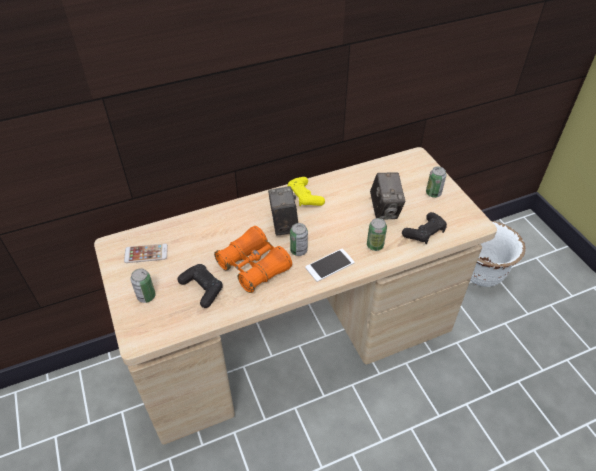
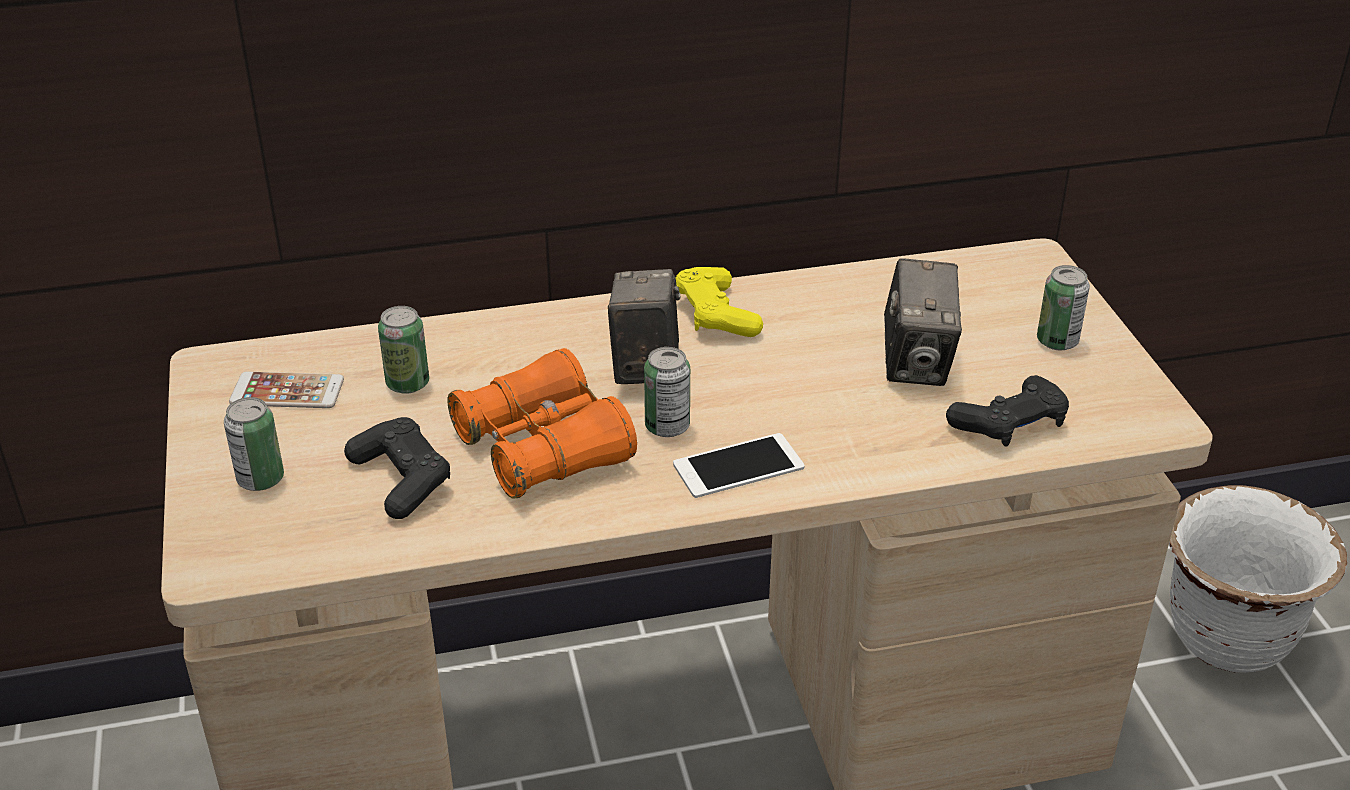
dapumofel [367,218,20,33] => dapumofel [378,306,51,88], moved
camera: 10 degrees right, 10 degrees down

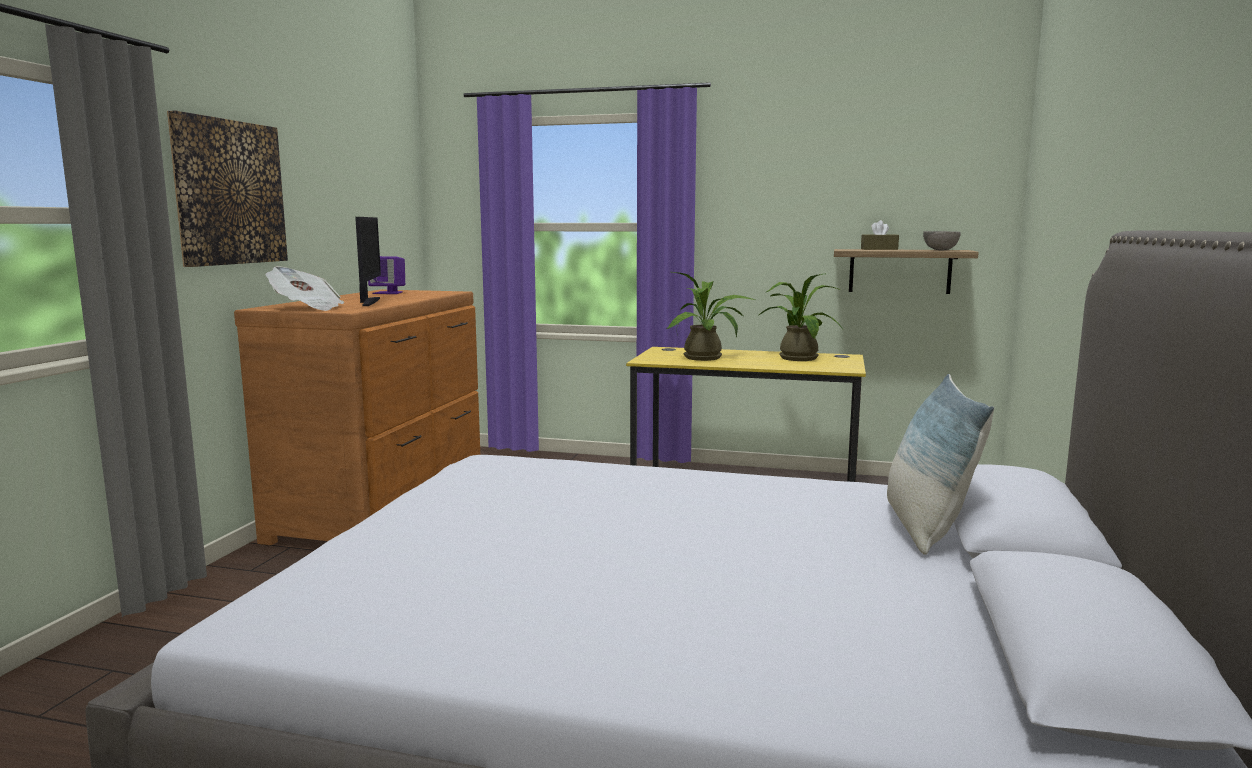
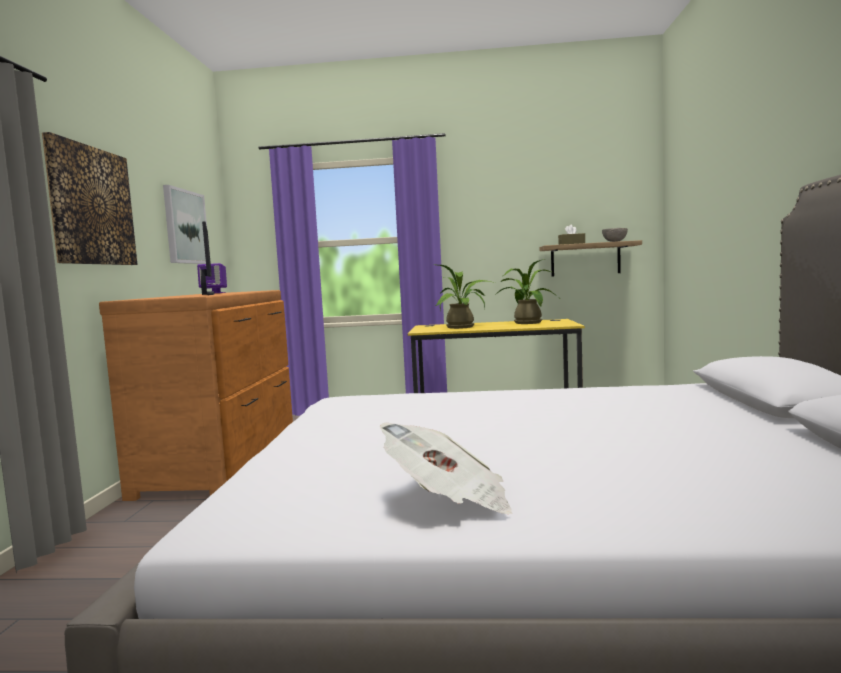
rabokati [265,266,80,45] => rabokati [380,423,132,91], moved
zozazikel [887,374,107,181] => nothing
nothing => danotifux [163,185,44,79]
camera: 10 degrees left, 5 degrees down

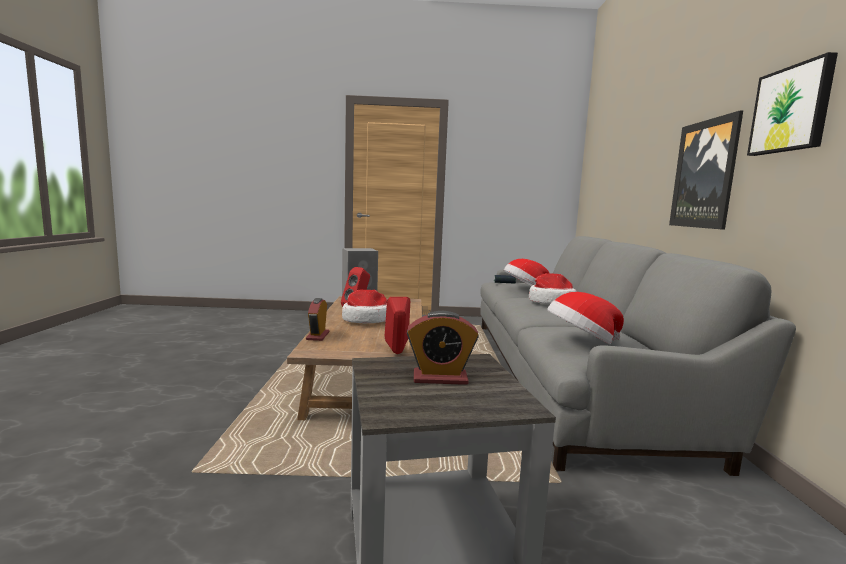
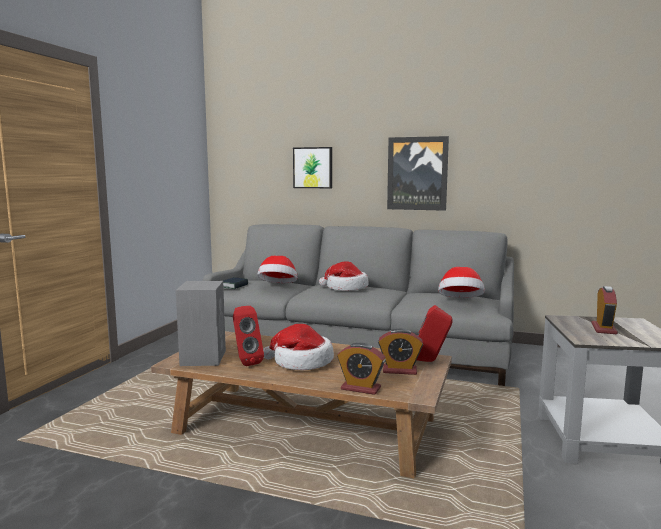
danotifux [747,52,91,104] => danotifux [293,147,39,41], moved
nothing => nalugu [378,329,45,46]
camera: 70 degrees left, 0 degrees up

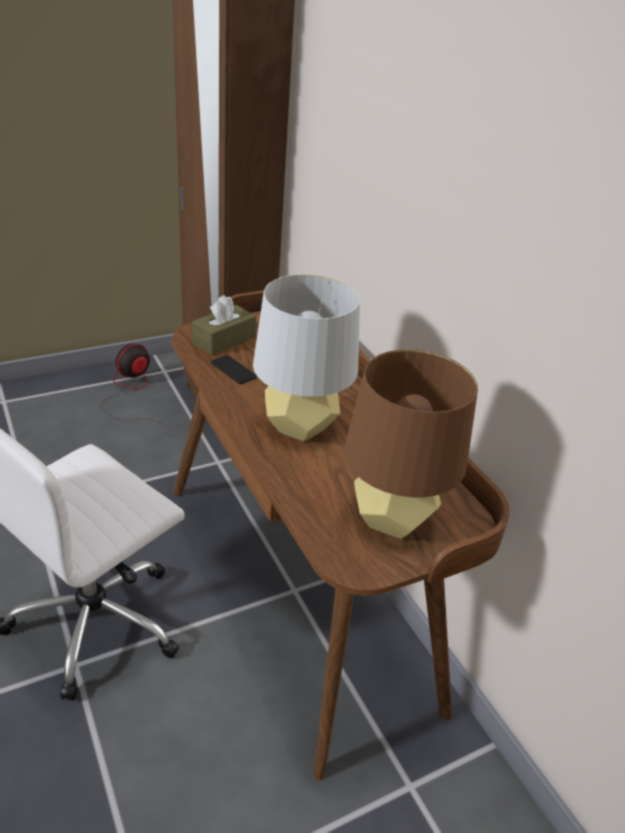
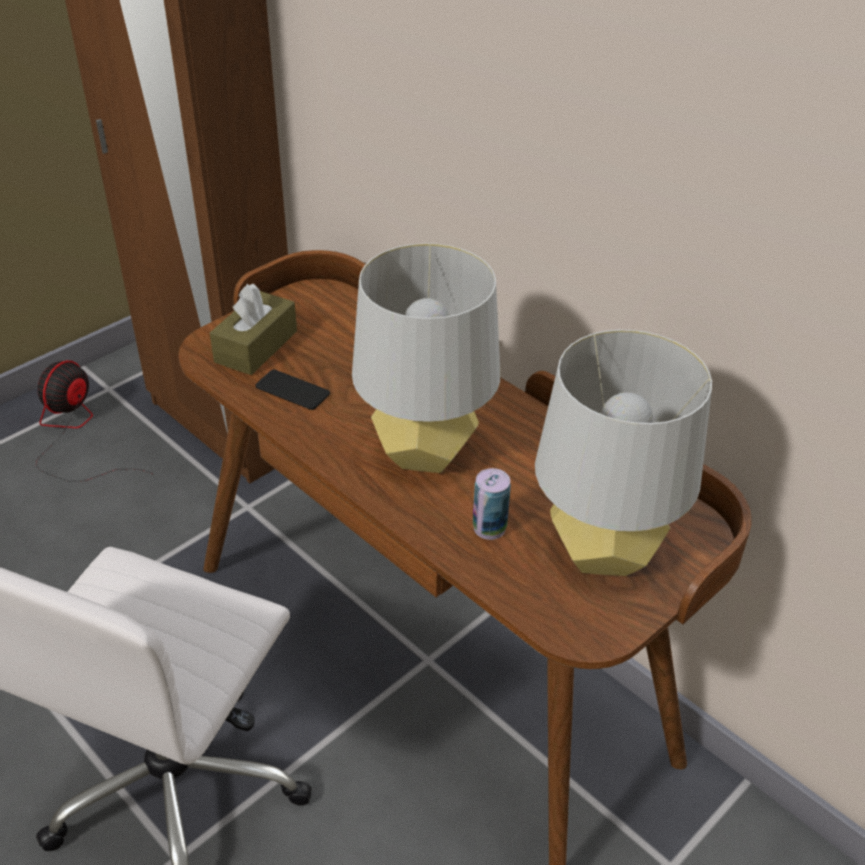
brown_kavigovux [344,349,134,190] => grey_kavigovux [535,330,177,246]
nothing => dapumofel [473,468,38,72]
camera: 15 degrees left, 5 degrees up

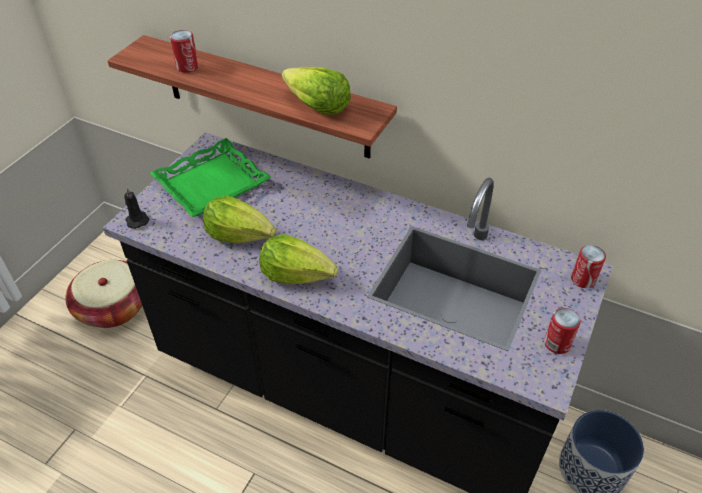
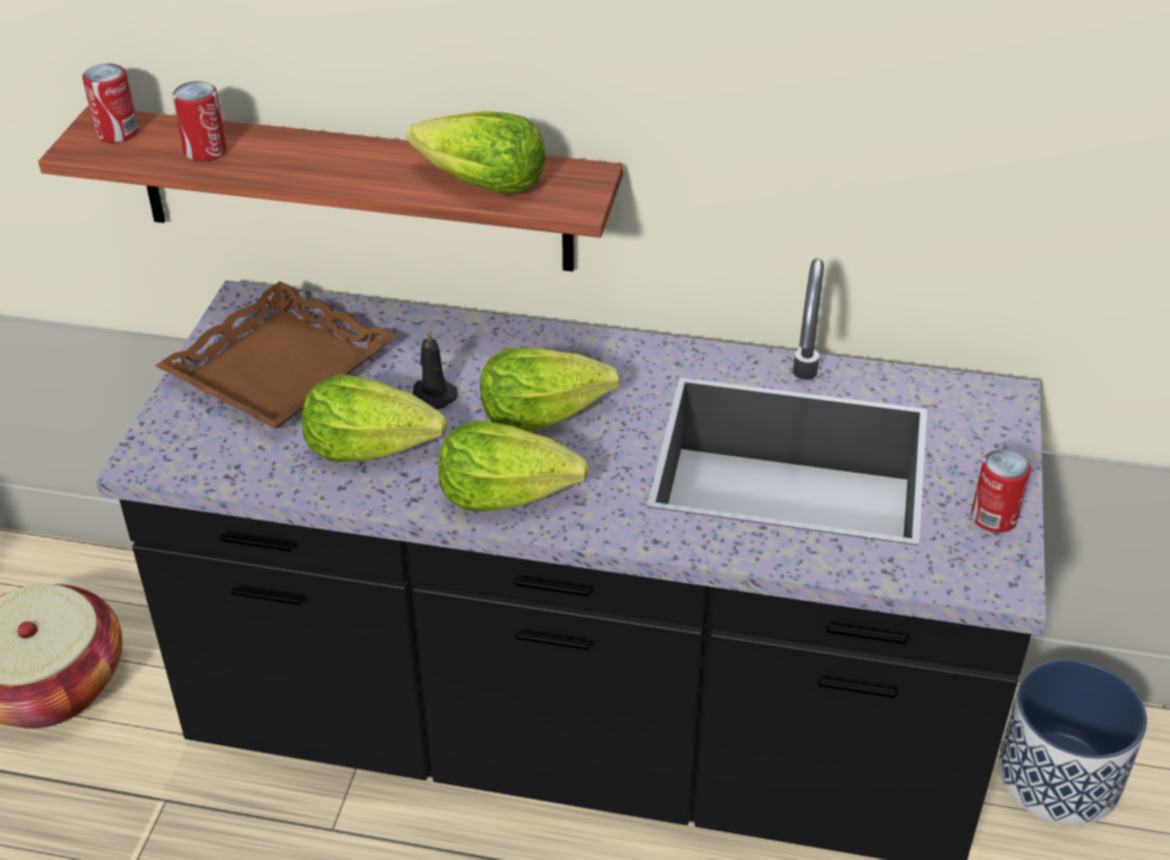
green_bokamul [150,138,121,79] => brown_bokamul [155,281,241,147]
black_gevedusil [124,188,25,41] => black_gevedusil [413,330,45,79], moved
dapumofel [571,245,35,43] => dapumofel [82,64,56,79], moved
nothing => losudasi [480,348,140,84]
camera: 15 degrees left, 5 degrees down

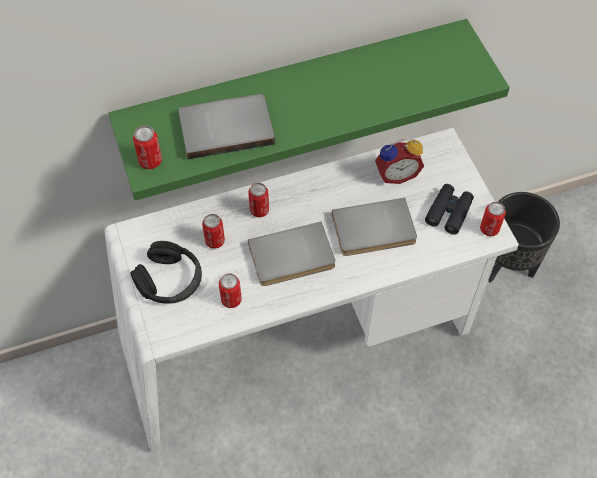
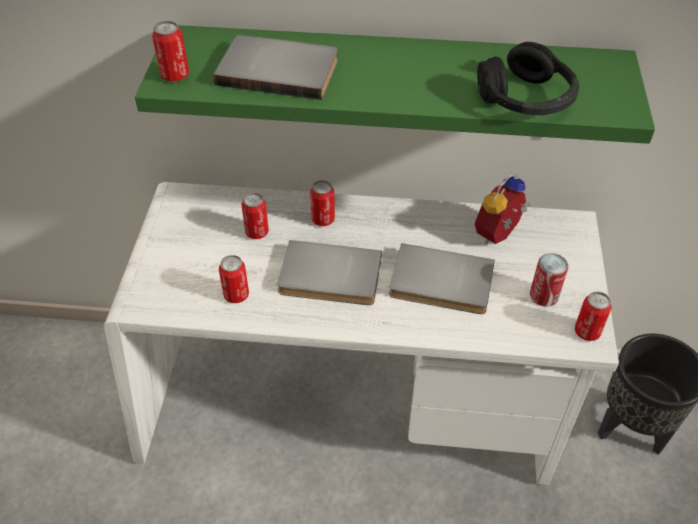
nalugu [375,139,49,45] => nalugu [475,173,55,71], 120 degrees clockwise
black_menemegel [425,184,49,51] => dapumofel [530,253,38,53]
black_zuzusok [130,241,72,63] => black_zuzusok [477,42,102,73], moved
camera: 25 degrees right, 10 degrees down

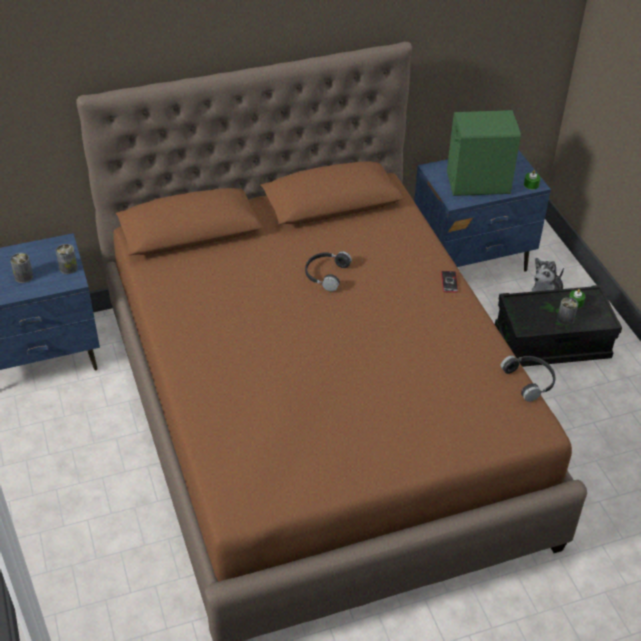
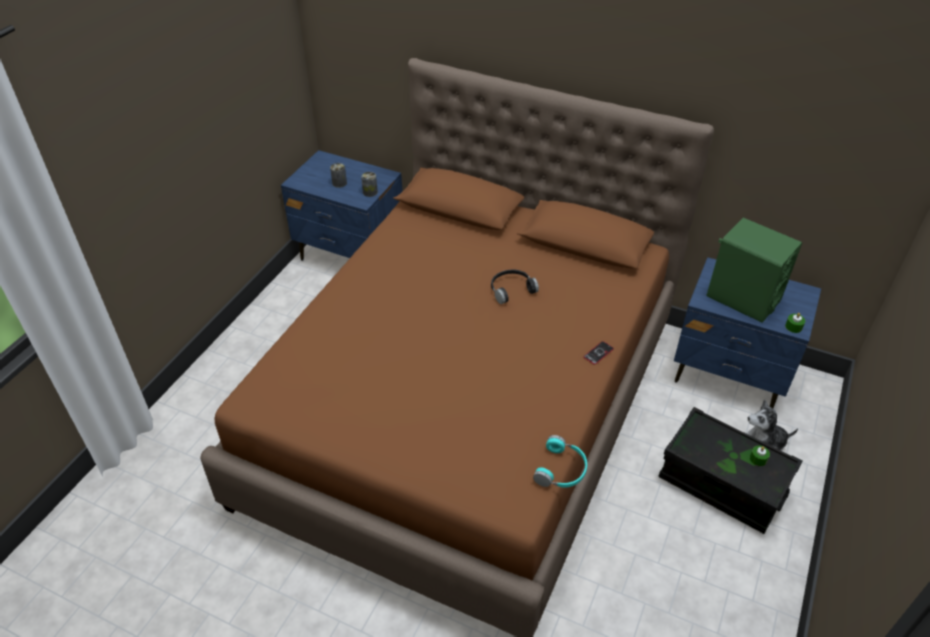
dapumofel [557,297,21,29] => nothing
black_zuzusok [501,355,55,47] => turquoise_zuzusok [533,435,54,53]
camera: 45 degrees right, 0 degrees up

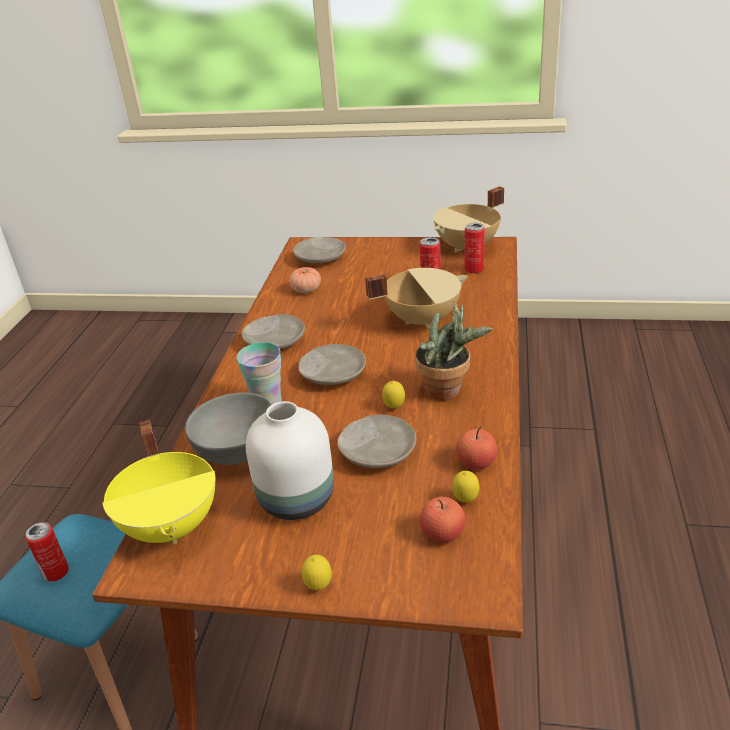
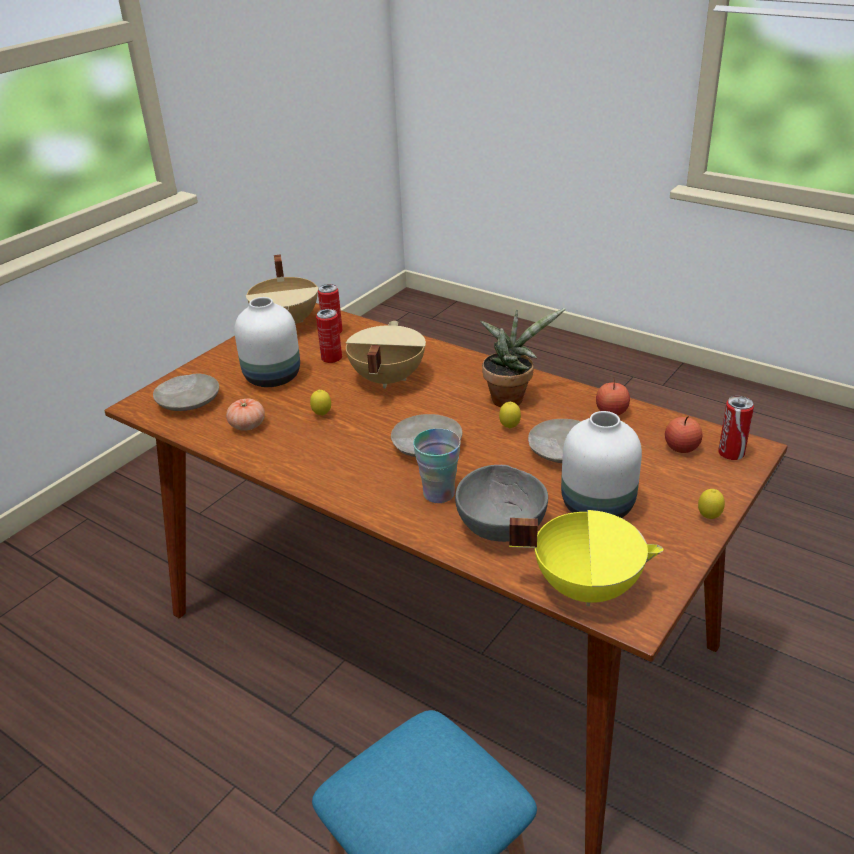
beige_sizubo [242,314,63,35] => nothing
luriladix [452,471,28,32] => luriladix [310,390,21,26], moved
dapumofel [25,522,44,59] => dapumofel [718,396,36,64], moved
nothing => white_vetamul [234,297,66,90]
camera: 65 degrees left, 0 degrees up

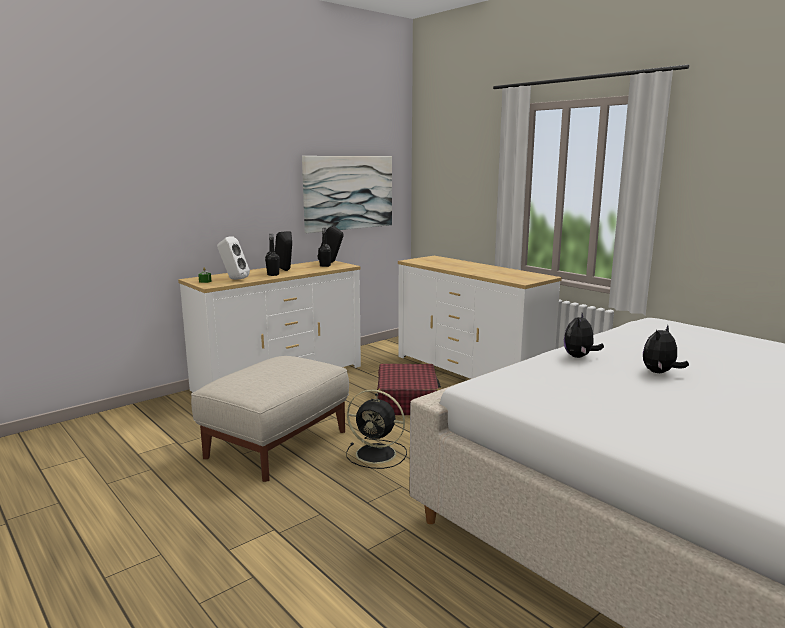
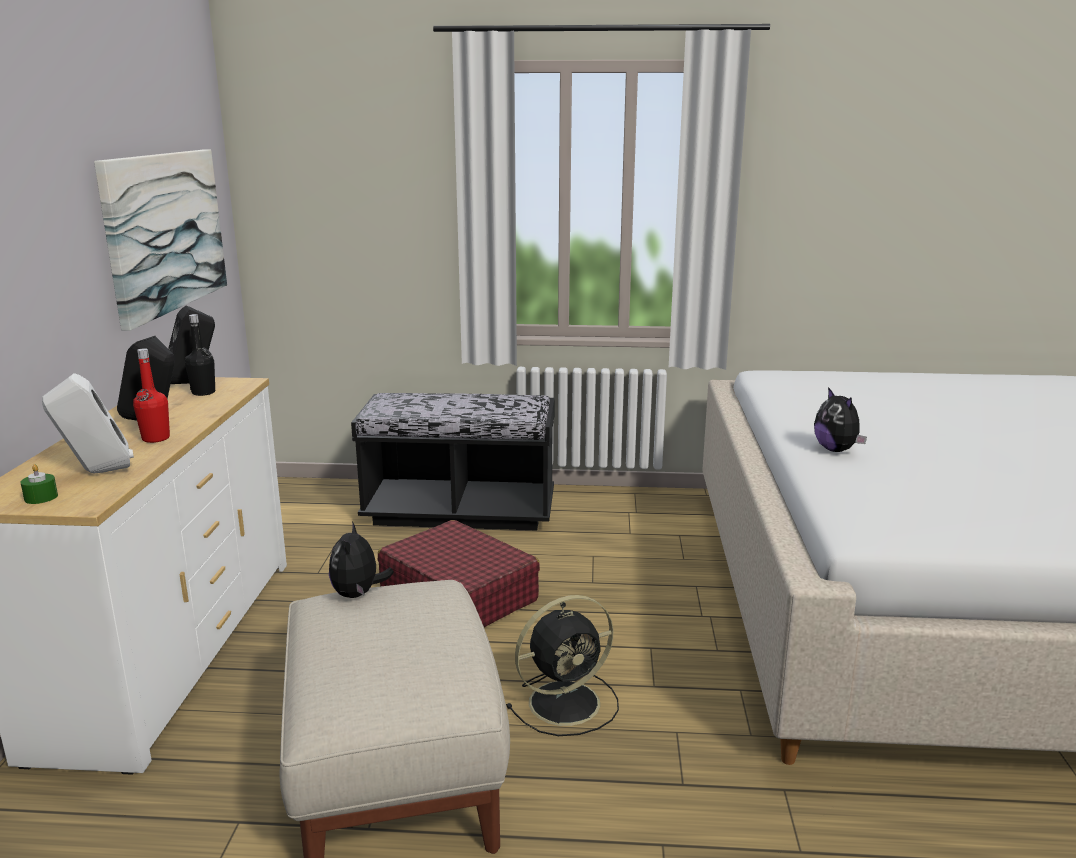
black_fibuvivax [265,234,15,42] => red_fibuvivax [133,348,37,95]
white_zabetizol [398,256,164,123] => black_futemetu [351,393,204,137]
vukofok [643,325,46,48] => vukofok [329,521,65,77], moved
camera: 45 degrees left, 5 degrees up

